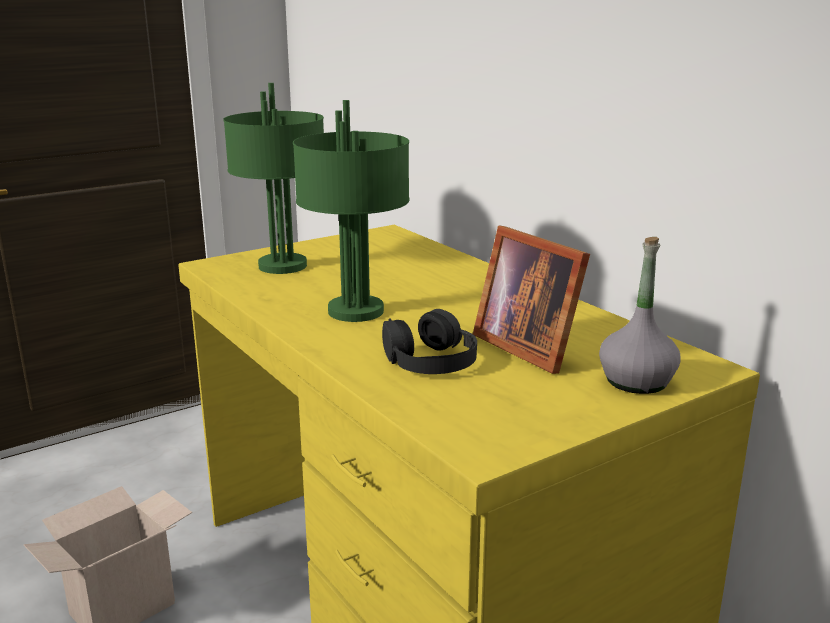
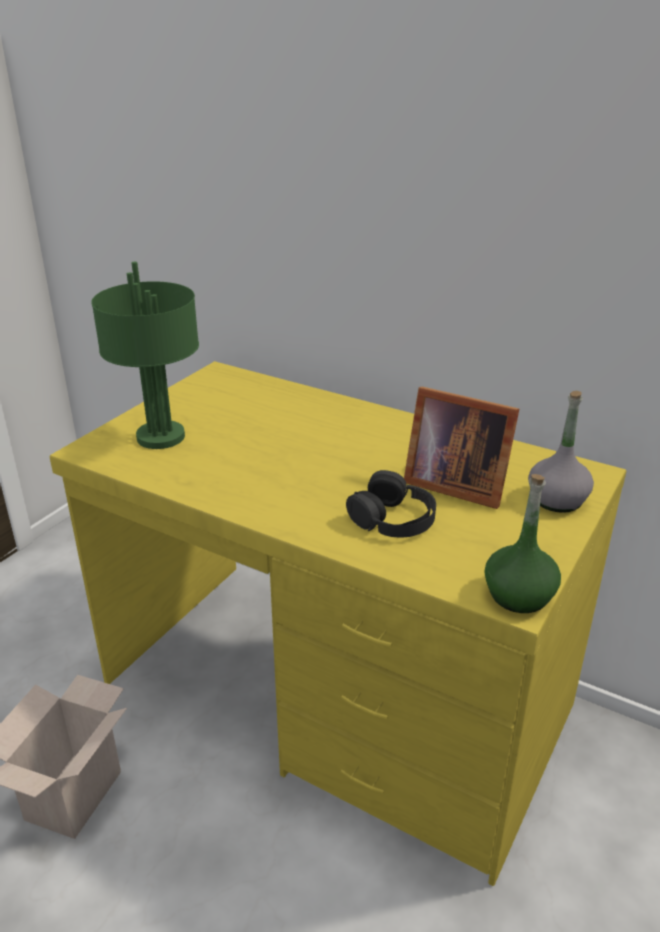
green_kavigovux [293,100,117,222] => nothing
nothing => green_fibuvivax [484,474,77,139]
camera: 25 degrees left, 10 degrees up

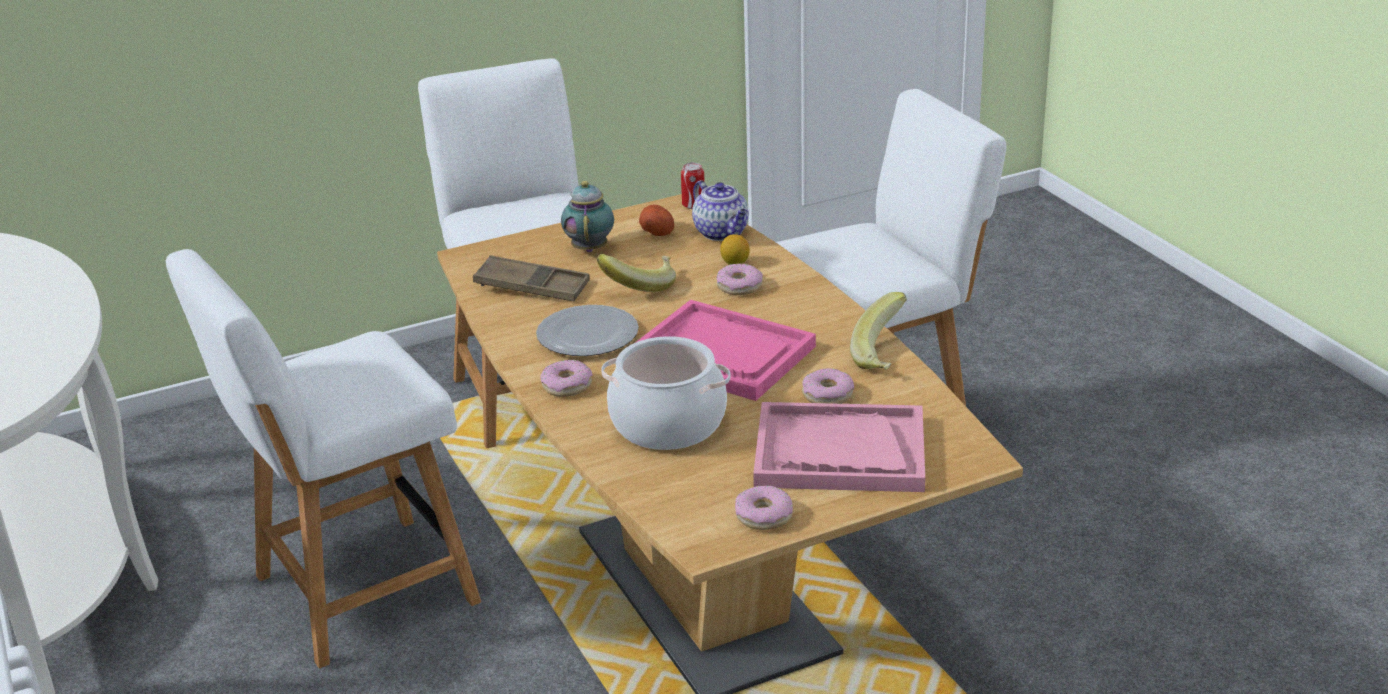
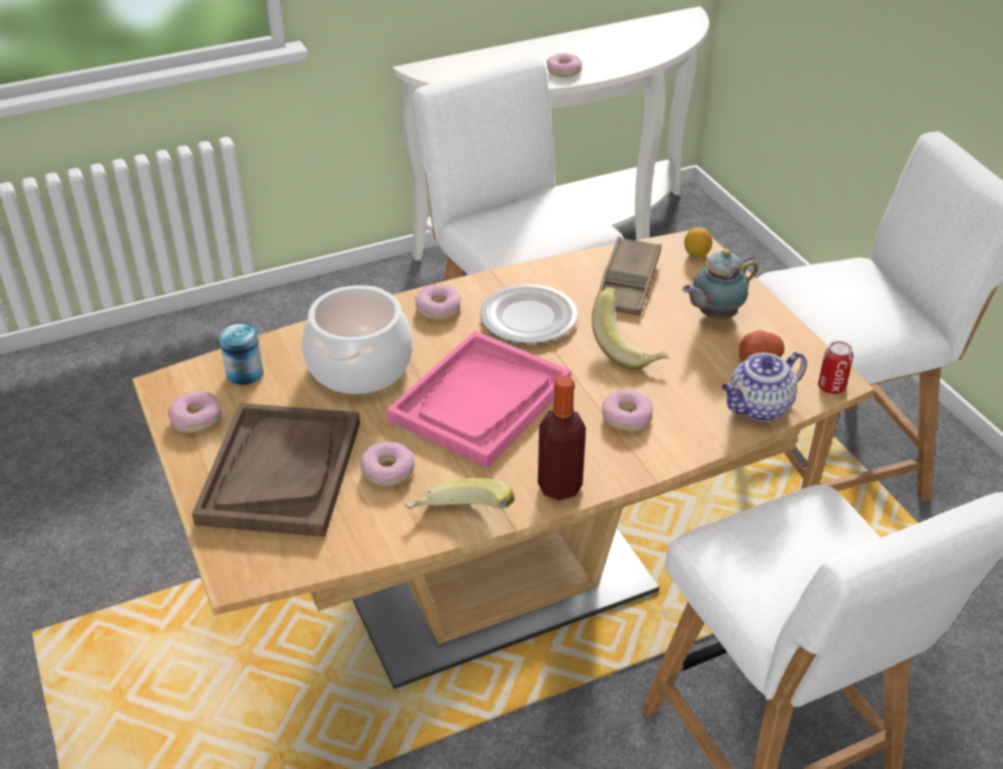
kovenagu [561,181,53,71] => kovenagu [682,249,76,70], 150 degrees clockwise
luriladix [720,234,30,31] => luriladix [684,227,28,31], moved
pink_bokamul [753,402,172,90] => brown_bokamul [192,403,168,134]
nothing => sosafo [546,53,36,24]
nothing => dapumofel [219,322,45,63]
nothing => fibuvivax [538,375,48,126]
camera: 90 degrees right, 10 degrees up

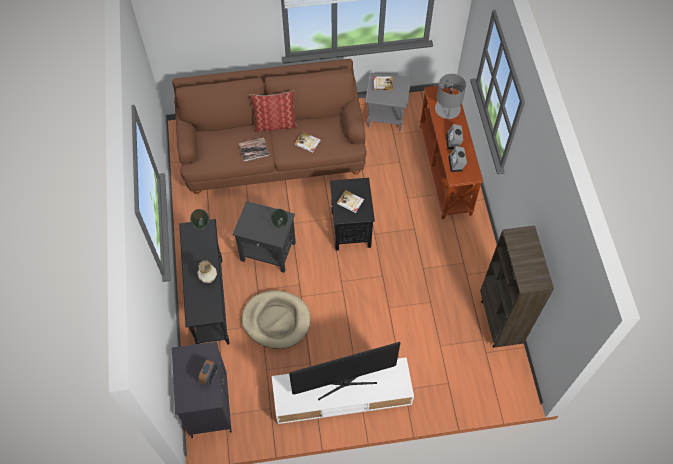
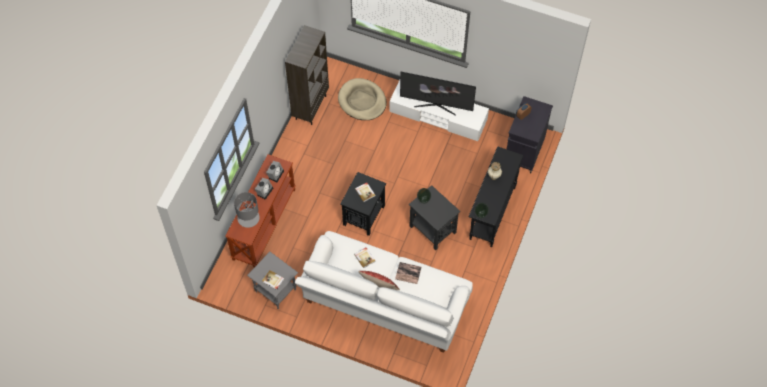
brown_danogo [172,59,195,135] => white_danogo [295,231,178,122]
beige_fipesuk [242,290,68,59] => beige_fipesuk [338,78,49,42], moved
camera: 150 degrees left, 0 degrees up

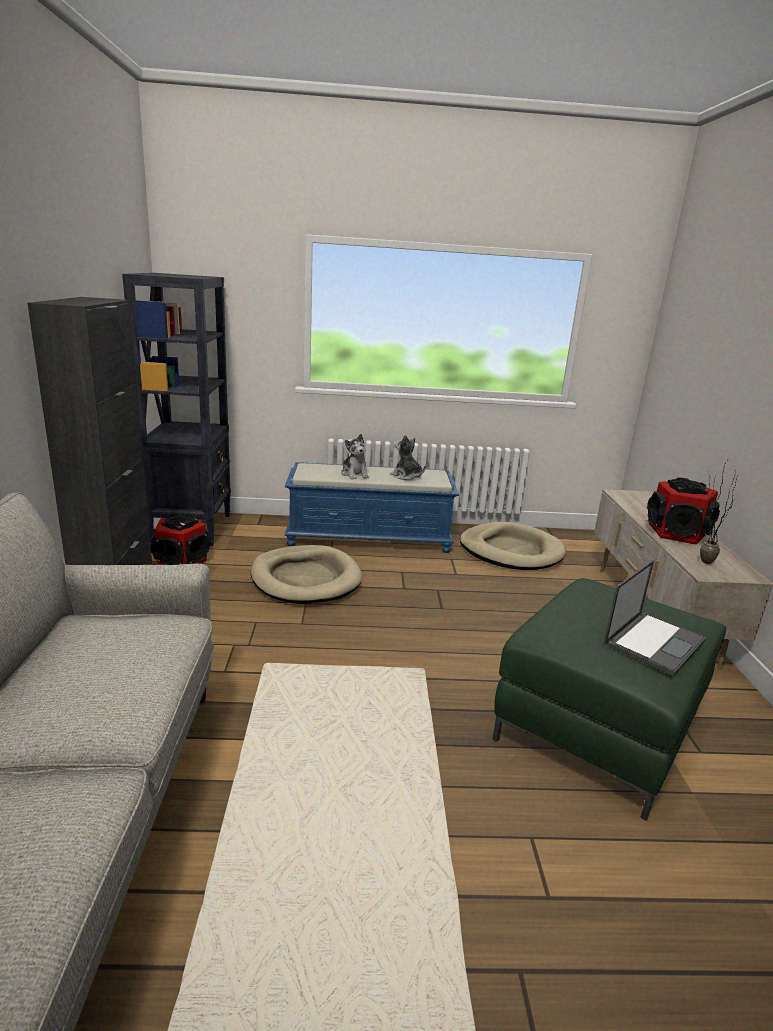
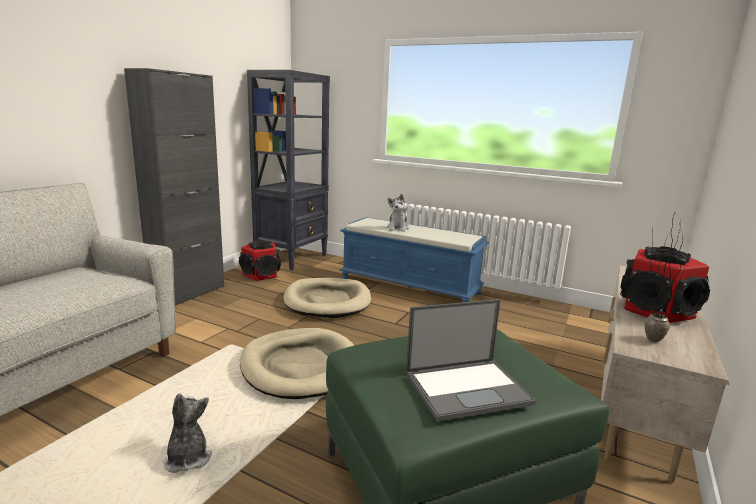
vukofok [390,434,36,46] => vukofok [164,393,48,80], moved
beige_fipesuk [460,522,106,48] => beige_fipesuk [240,328,114,71], moved
camera: 30 degrees right, 5 degrees down

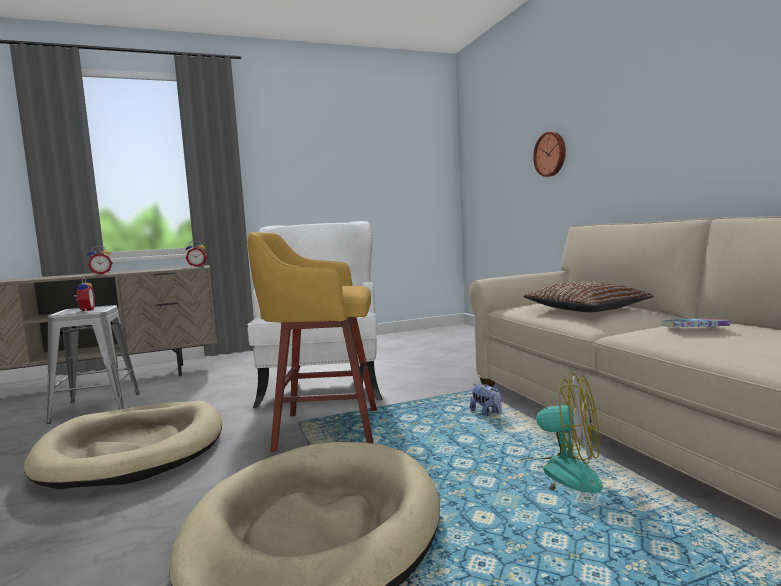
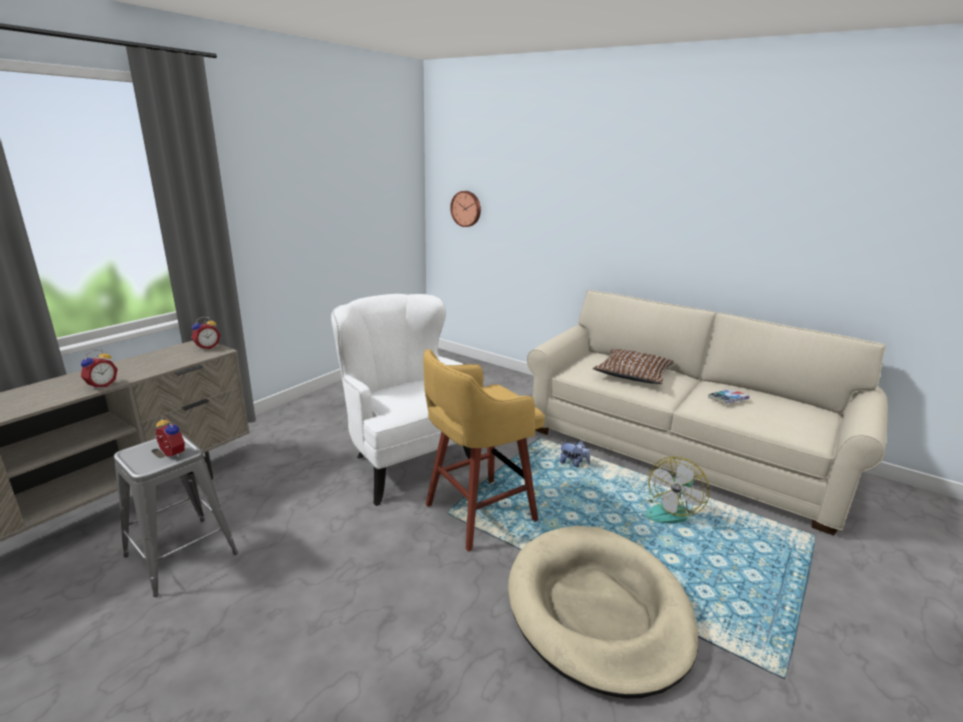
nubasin [533,132,33,45] => nubasin [450,191,31,36], moved
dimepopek [521,373,82,120] => dimepopek [645,456,65,67], 135 degrees clockwise
beige_fipesuk [24,401,198,88] => nothing
camera: 35 degrees left, 15 degrees up

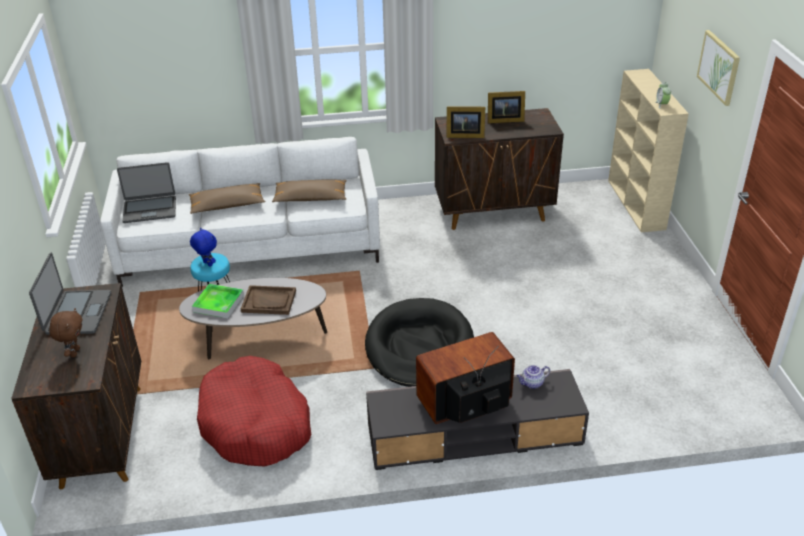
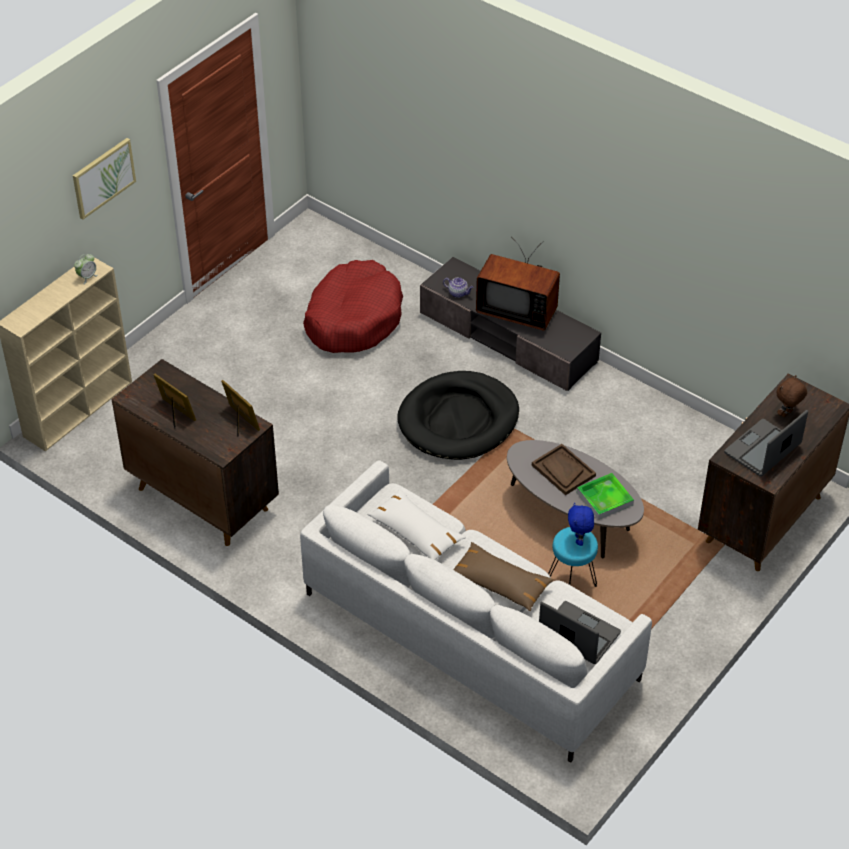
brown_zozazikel [272,179,75,23] => white_zozazikel [367,489,99,71]
red_fipesuk [197,356,114,111] => red_fipesuk [303,260,100,93], moved
camera: 135 degrees left, 10 degrees up

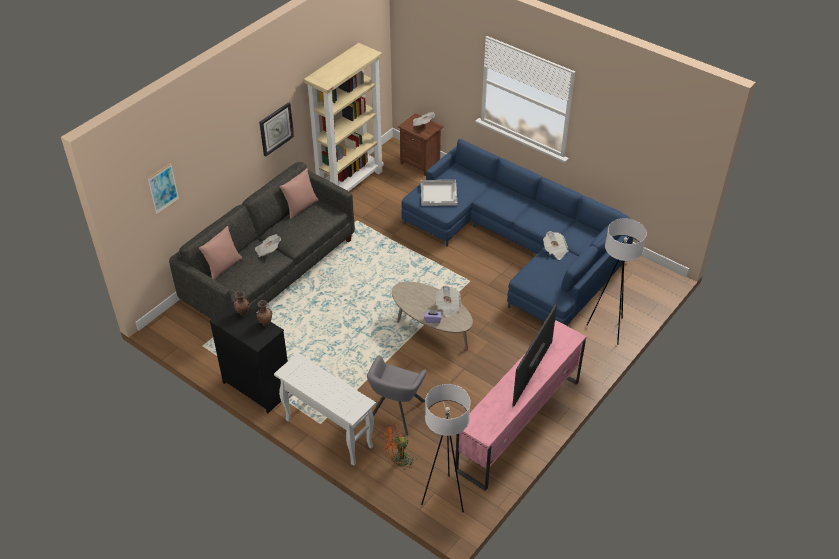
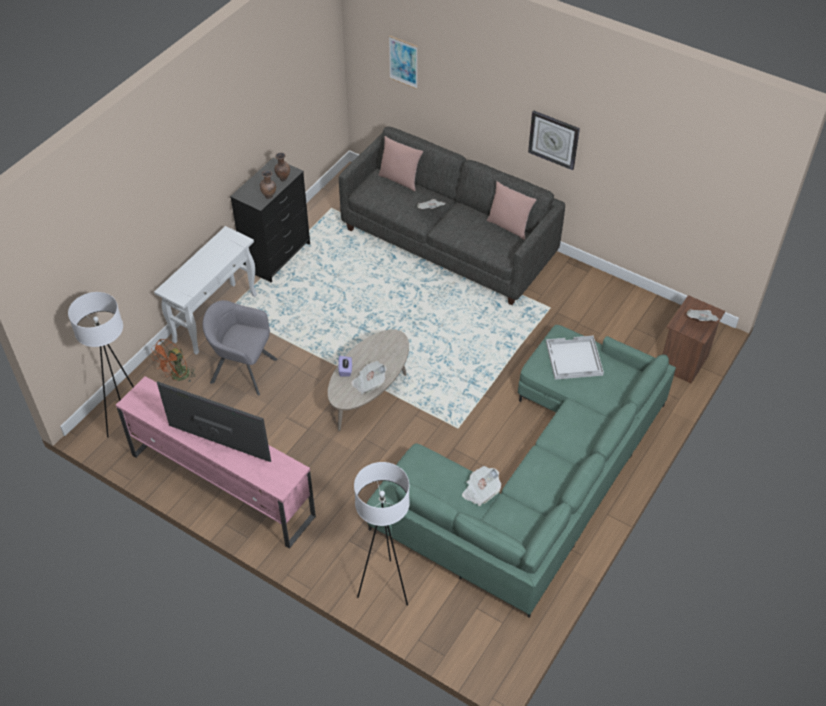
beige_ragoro [304,43,80,148] => nothing
blue_danogo [401,139,233,187] => green_danogo [367,325,309,293]
orange_dimepopek [382,423,32,48] => orange_dimepopek [151,339,44,44], 120 degrees counterclockwise
camera: 85 degrees right, 5 degrees up

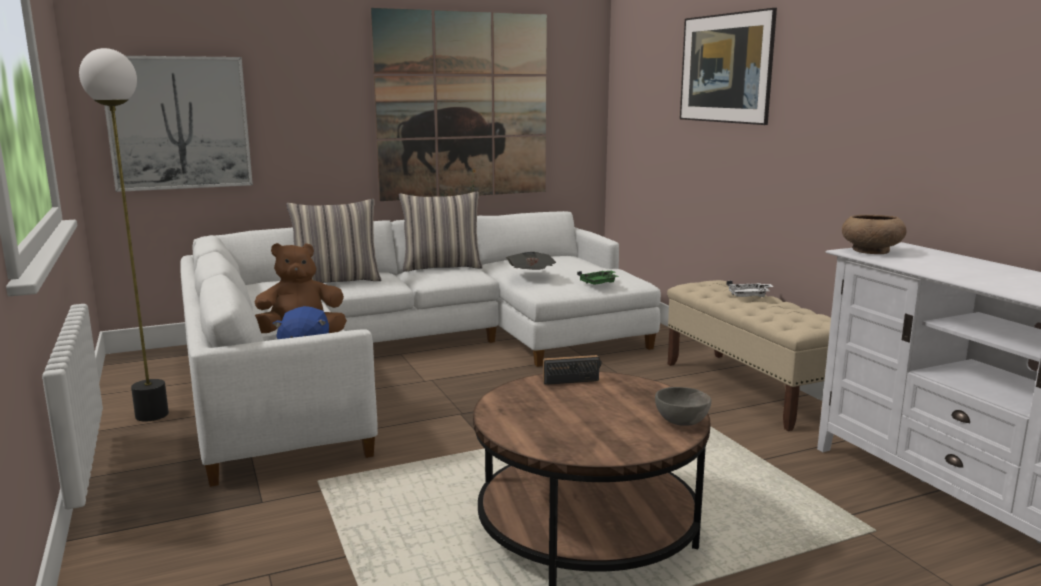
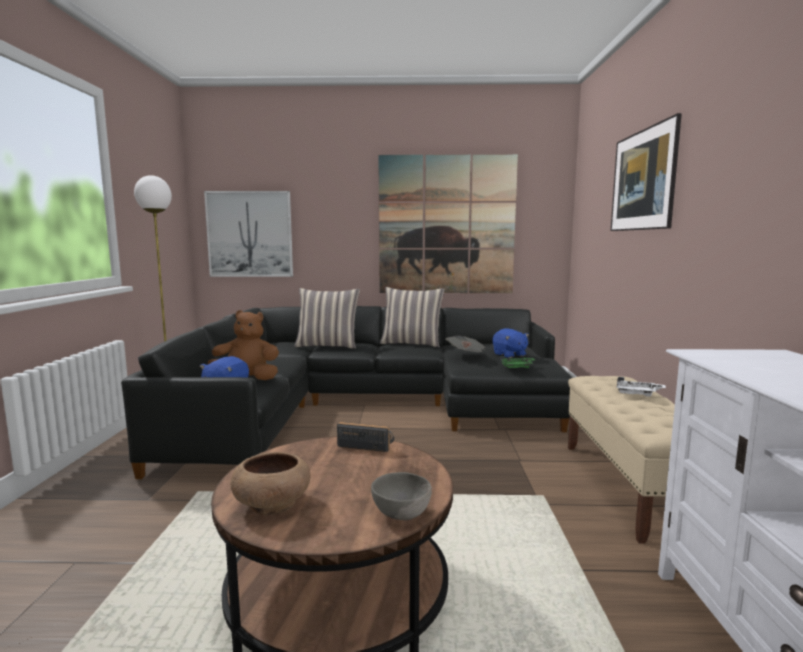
white_danogo [180,211,481,276] => black_danogo [121,306,451,173]
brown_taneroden [842,215,64,39] => brown_taneroden [230,452,80,63], moved
nothing => blue_vukofok [492,328,37,30]
camera: 25 degrees right, 5 degrees down

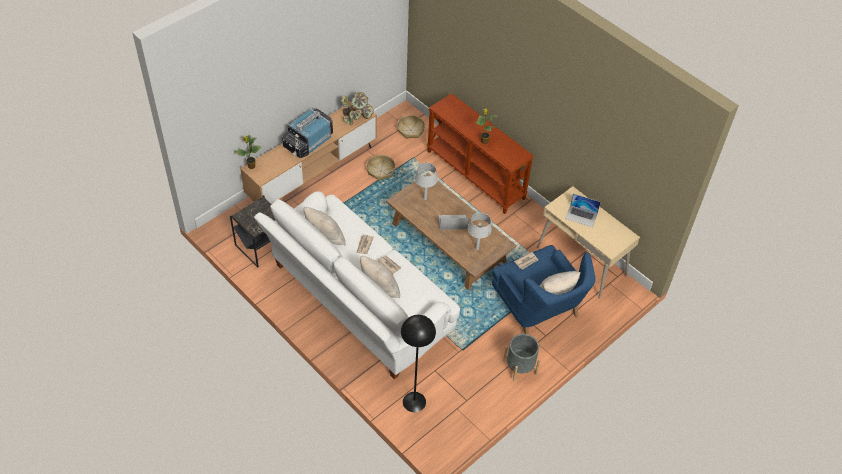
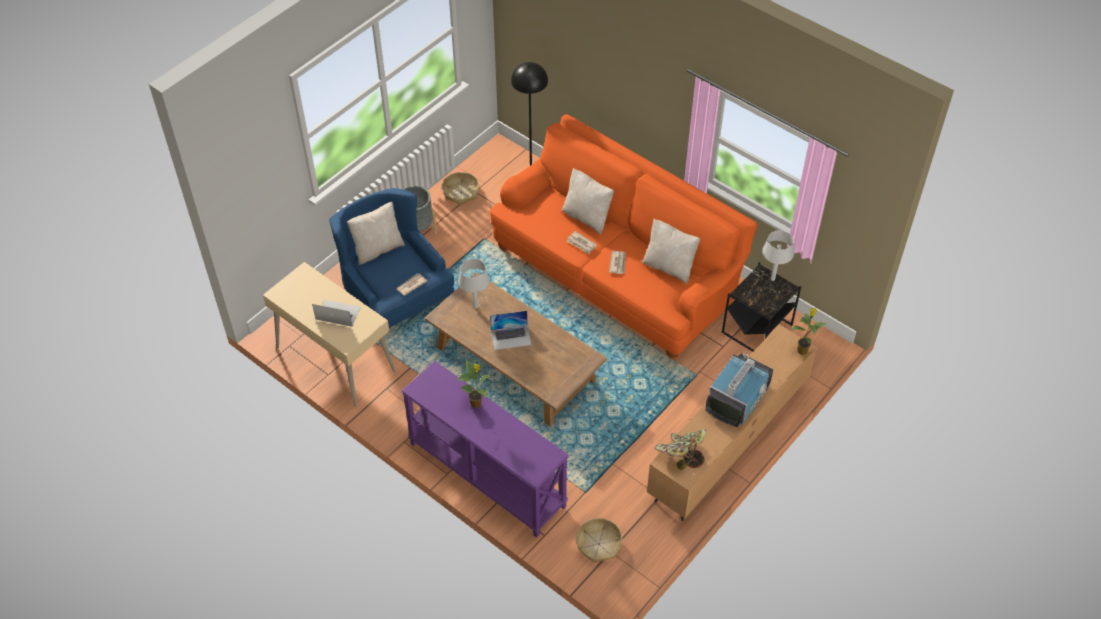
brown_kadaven [427,93,107,121] => purple_kadaven [401,361,168,177]
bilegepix [366,155,30,25] => bilegepix [442,172,38,33], moved
grey_kavigovux [415,163,23,37] => grey_kavigovux [762,230,32,51], moved
white_danogo [254,191,206,188] => orange_danogo [490,114,268,245]
camera: 175 degrees right, 0 degrees up

